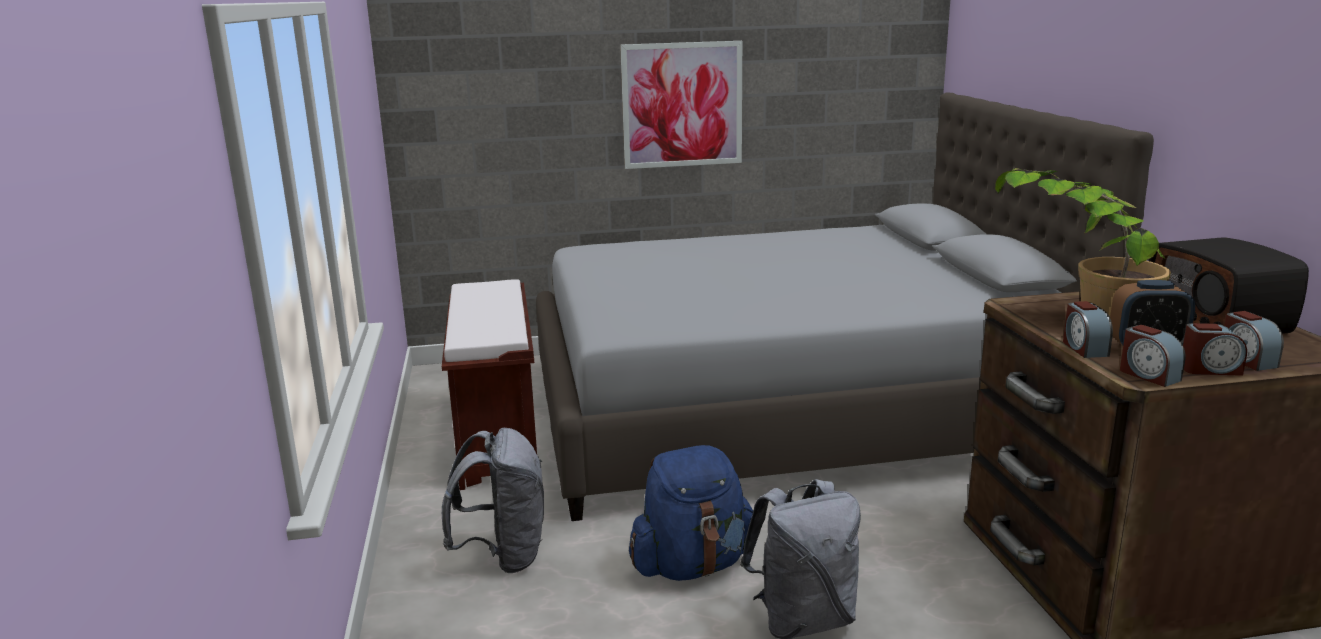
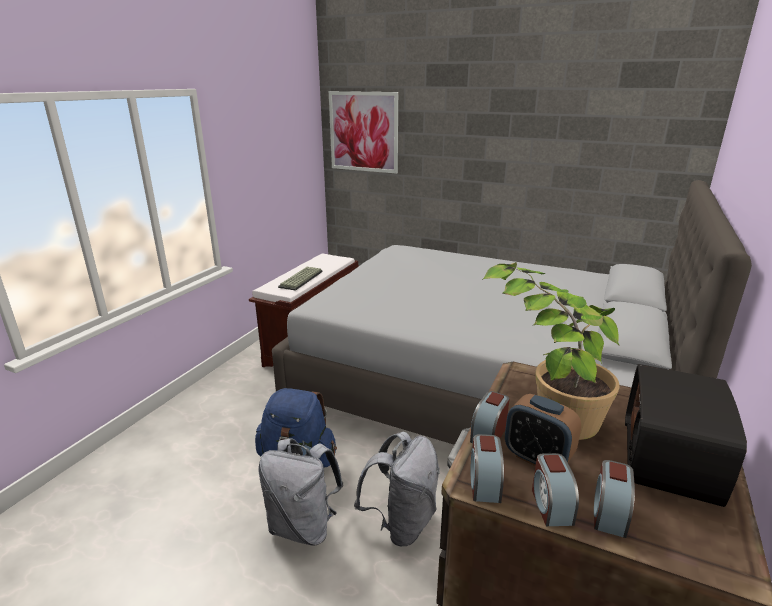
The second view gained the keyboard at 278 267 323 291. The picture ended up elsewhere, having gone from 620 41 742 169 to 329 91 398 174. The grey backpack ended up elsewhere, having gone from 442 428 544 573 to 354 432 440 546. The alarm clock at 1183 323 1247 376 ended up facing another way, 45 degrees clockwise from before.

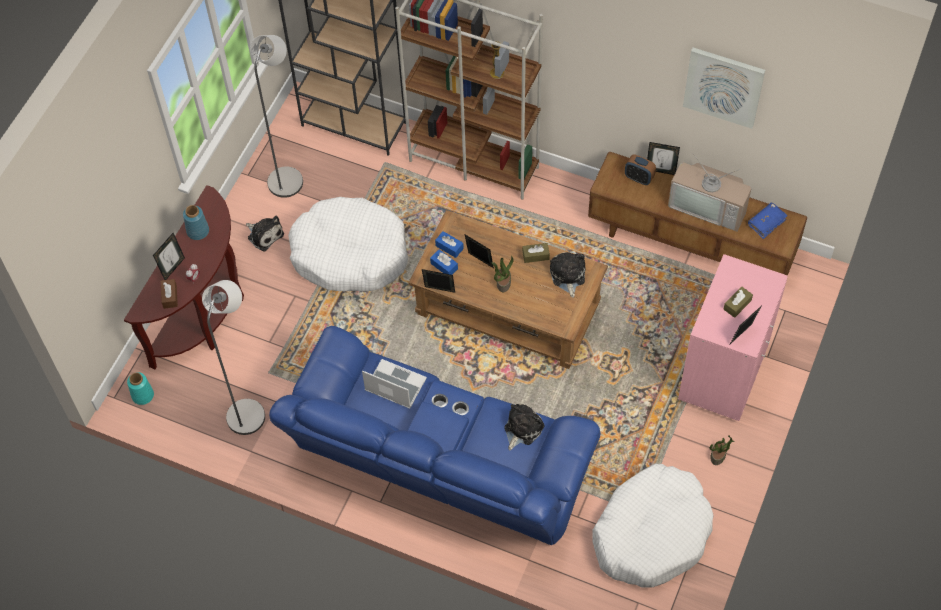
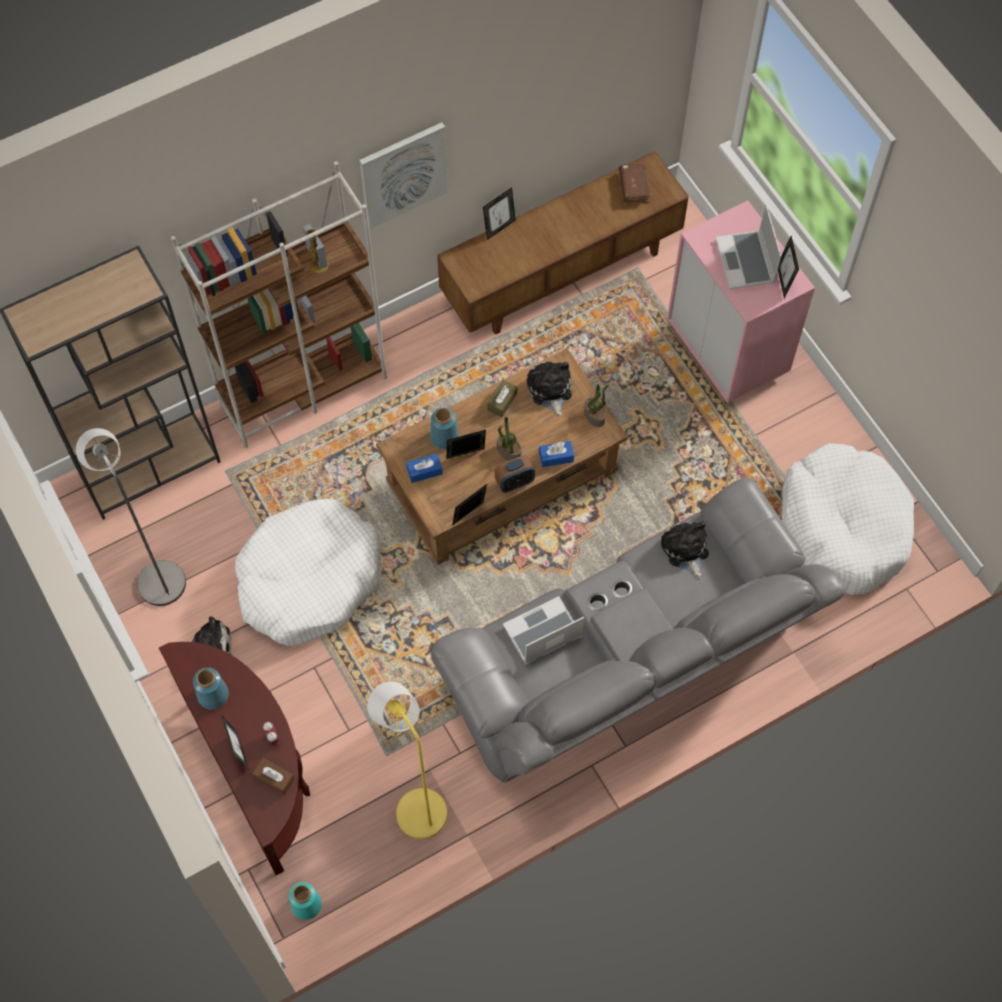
The picture ended up elsewhere, having gone from 683 47 765 129 to 359 122 448 229. What was the grey floor lamp at 202 280 265 435 turned into the yellow floor lamp at 367 681 448 839. The second view gained the blue vase at 430 408 459 449. What was the blue sofa at 269 326 600 545 turned into the grey sofa at 431 478 846 783. The alarm clock ended up elsewhere, having gone from 625 154 656 185 to 495 455 535 493. The plush toy at 550 252 586 298 ended up facing another way, 45 degrees clockwise from before. The blue tissue box ended up elsewhere, having gone from 430 249 458 275 to 539 441 574 467. The potted plant ended up elsewhere, having gone from 710 435 735 465 to 584 385 609 427. What was the blue book at 748 202 788 239 turned into the brown book at 619 164 651 203. Where the brown tissue box stood at 723 286 753 318, the laptop came to stand at 716 204 781 289. The second view lost the television at 668 155 751 232.

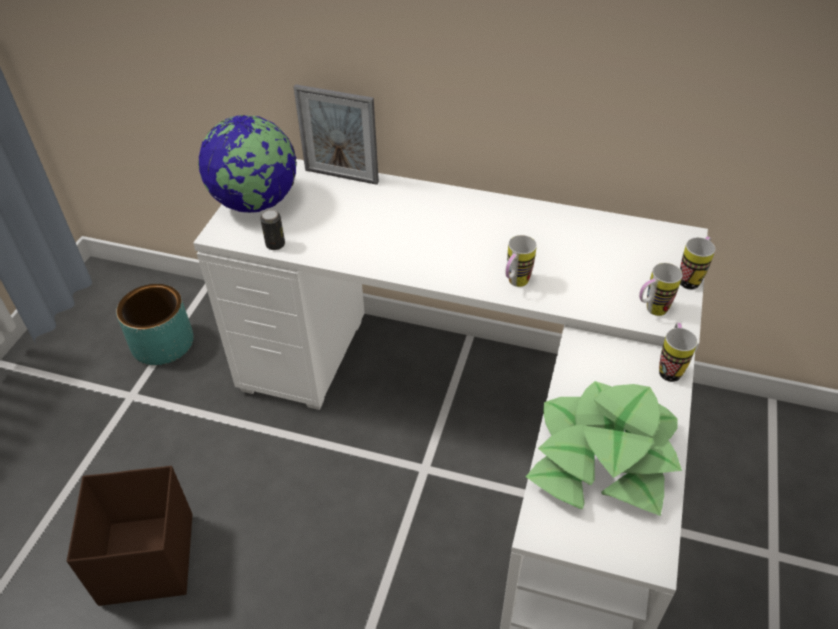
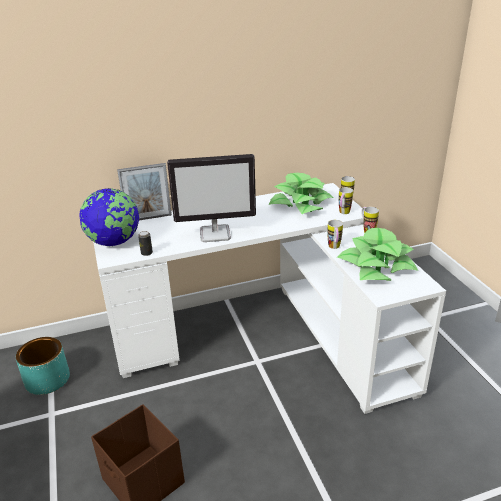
The second view gained the monitor at 167 154 256 242. The second view gained the potted plant at 269 173 334 214. The mug ended up elsewhere, having gone from 505 235 537 287 to 327 220 343 249.

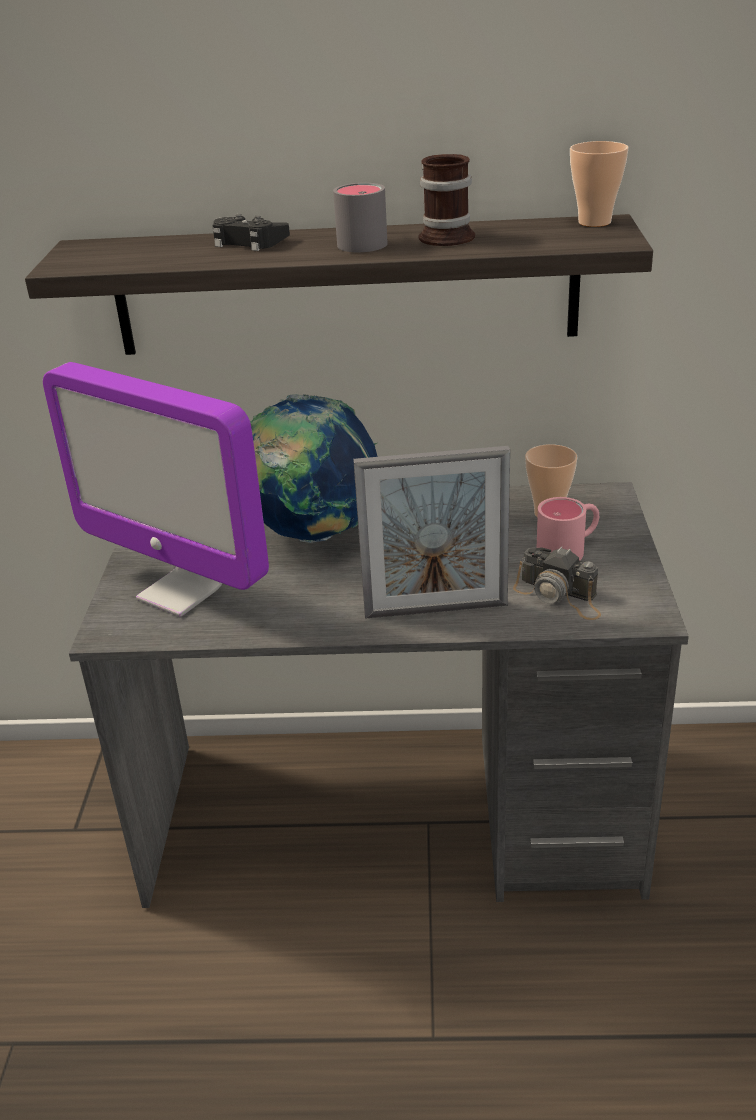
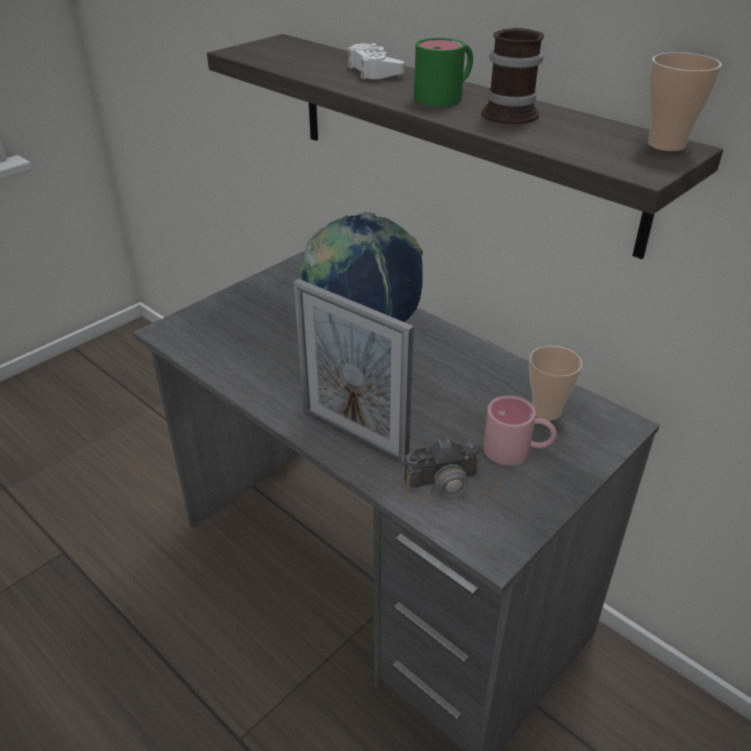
What was the black game controller at 212 214 290 251 turned into the white game controller at 347 43 404 79. The photo camera at 513 546 601 620 ended up facing another way, 90 degrees counterclockwise from before. What was the grey mug at 333 183 388 252 turned into the green mug at 414 38 473 107. The second view lost the monitor at 43 362 269 617.

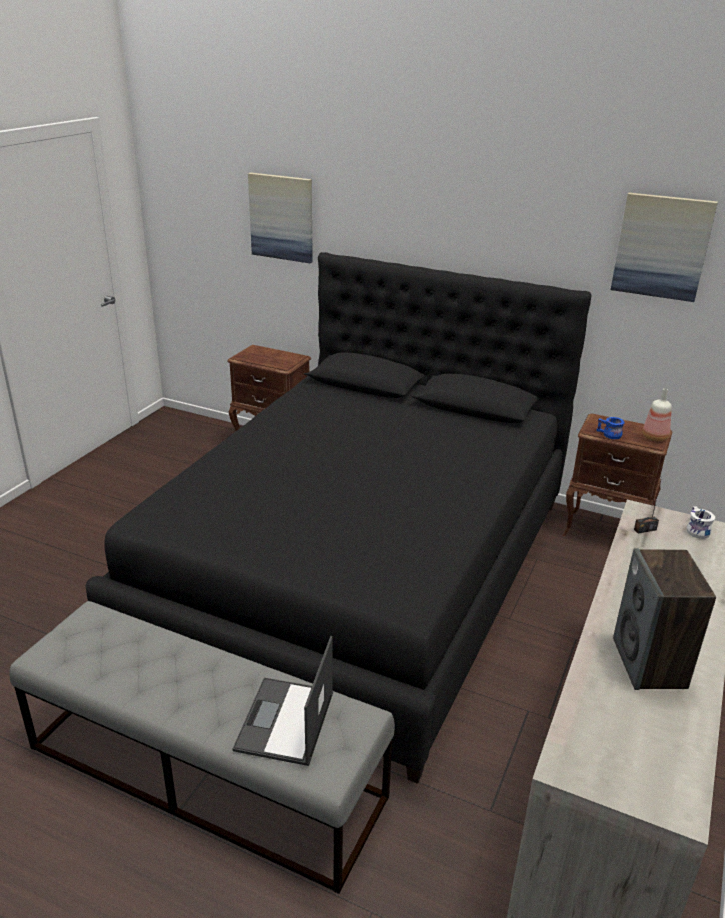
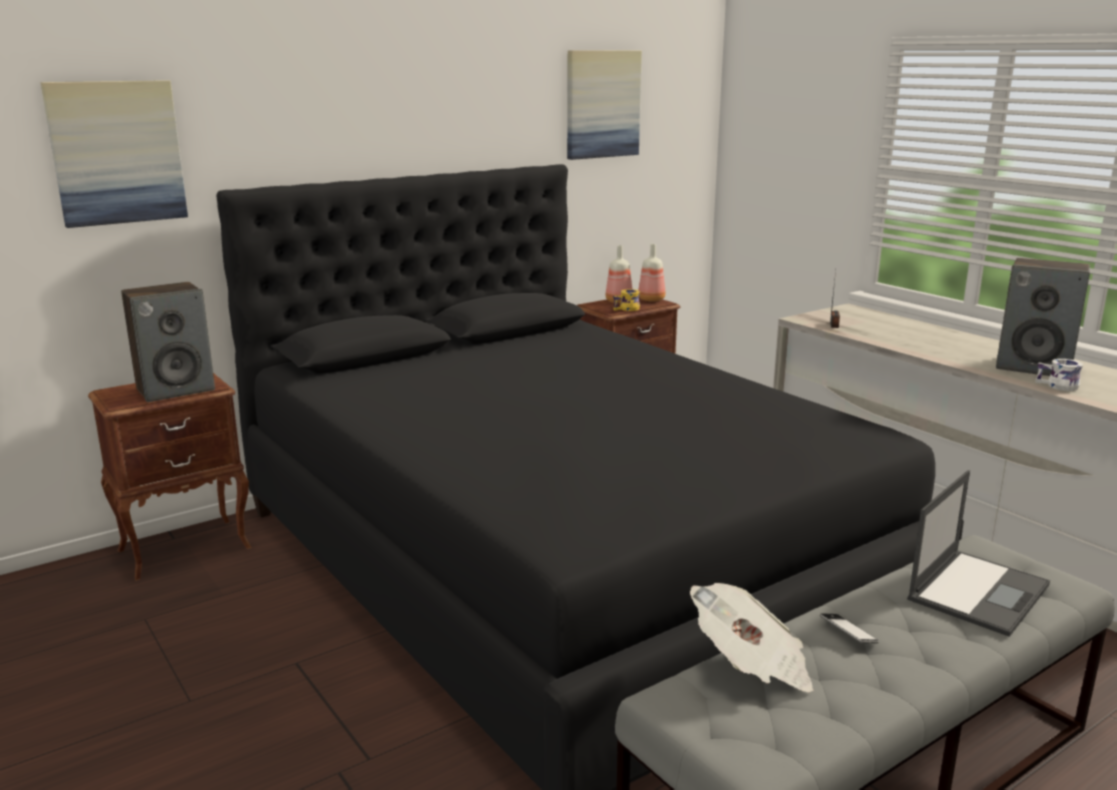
The second view gained the speaker at 121 282 215 402. The second view gained the bottle at 605 245 633 303. What was the blue mug at 596 417 625 439 turned into the yellow mug at 613 289 640 311. The second view gained the newspaper at 690 583 814 692. The second view gained the phone at 820 613 879 643. The laptop at 232 636 333 766 ended up facing another way, 90 degrees counterclockwise from before. The white mug ended up elsewhere, having gone from 687 506 715 539 to 1035 359 1083 391.

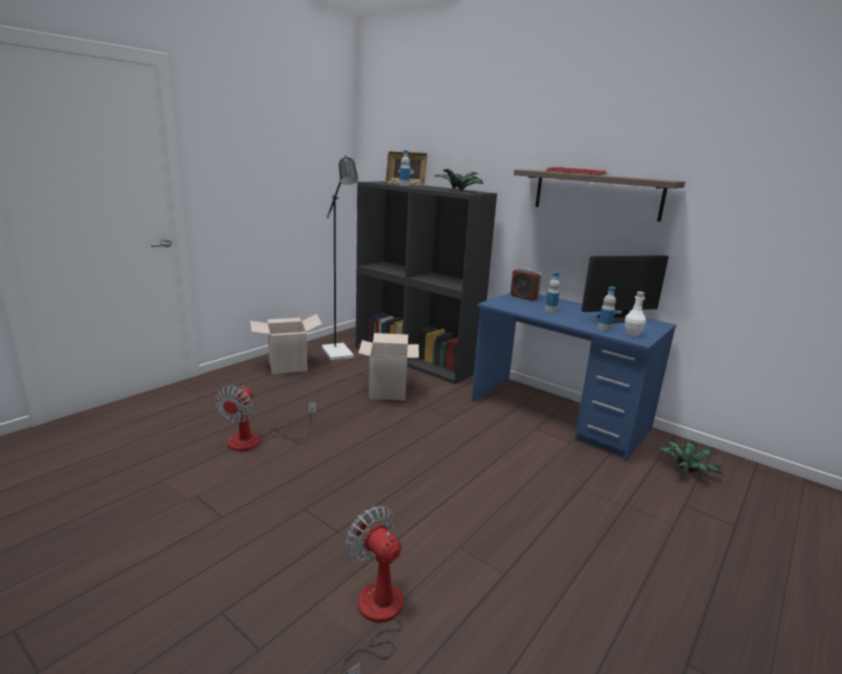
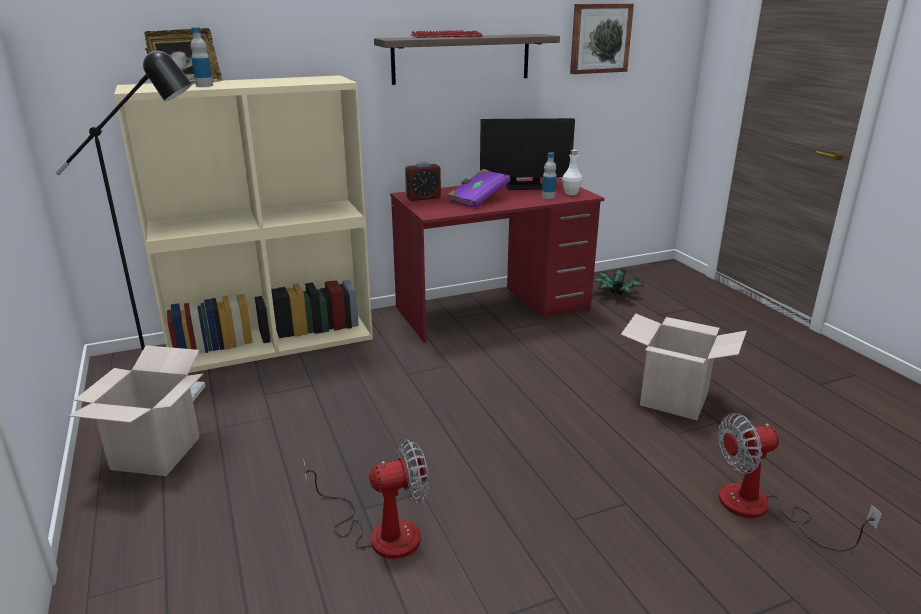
What was the black bookcase at 356 181 497 384 turned into the beige bookcase at 114 75 373 373. The fan at 215 385 316 451 ended up facing another way, 60 degrees counterclockwise from before. What was the blue desk at 471 293 676 461 turned into the red desk at 390 177 604 343. Where the bottle stood at 545 272 560 312, the purple book came to stand at 448 169 511 207. The monitor at 581 255 669 323 ended up facing another way, 75 degrees clockwise from before. The second view gained the picture at 570 4 634 74. The cardboard box ended up elsewhere, having gone from 359 333 419 401 to 621 314 747 420. The second view lost the potted plant at 434 169 484 191.

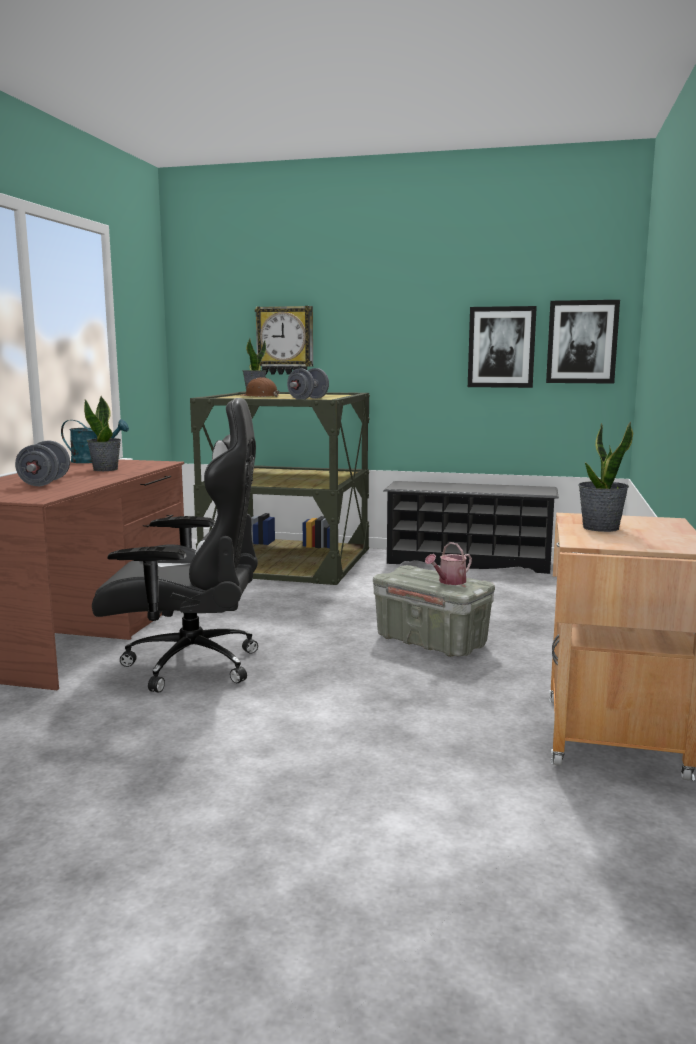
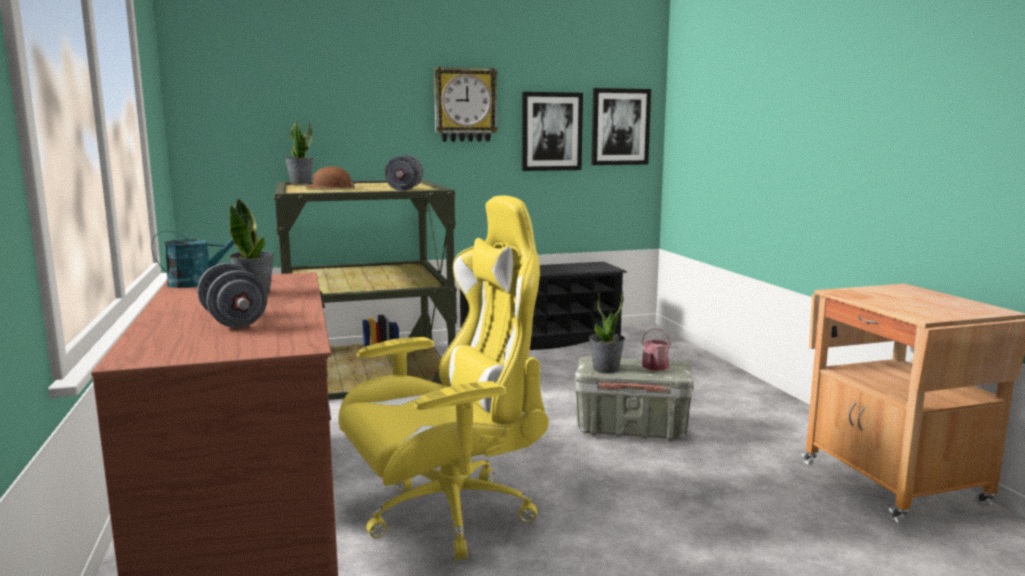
What was the black office chair at 92 398 258 692 turned into the yellow office chair at 338 195 549 561. The wall clock ended up elsewhere, having gone from 255 306 313 375 to 434 67 498 142. The potted plant ended up elsewhere, having gone from 578 421 633 532 to 589 291 625 373.

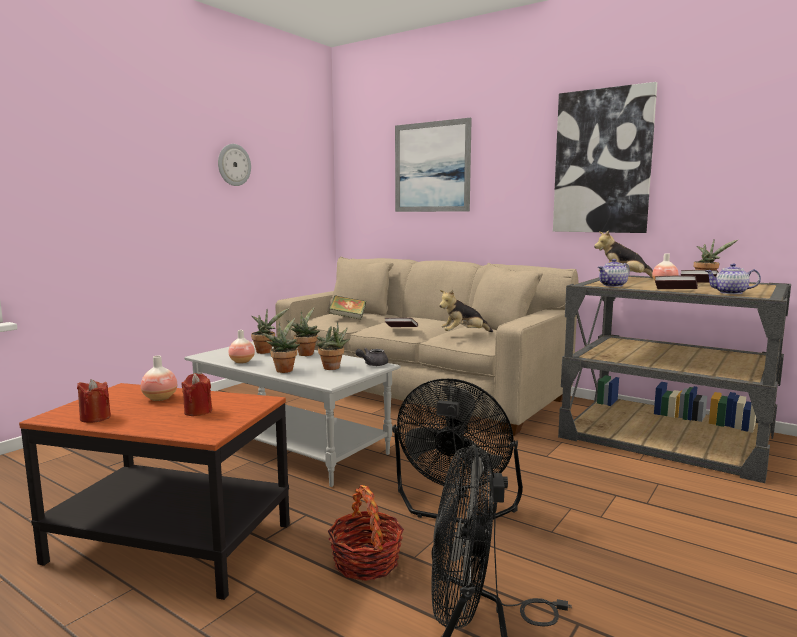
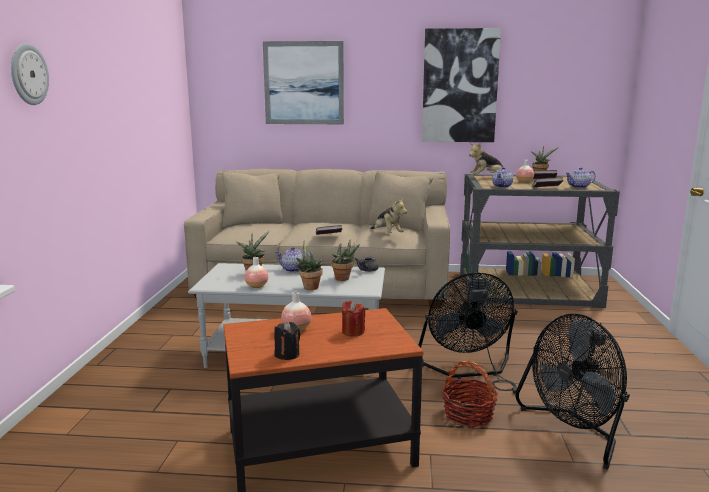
The wall clock ended up elsewhere, having gone from 218 144 251 186 to 11 43 49 105. What was the red candle at 77 379 111 423 turned into the black candle at 274 322 301 360. Where the potted plant stood at 286 308 320 356, the teapot came to stand at 275 247 311 272. The plush toy at 439 290 493 332 ended up facing another way, 75 degrees counterclockwise from before. The second view lost the book at 329 295 366 320.

